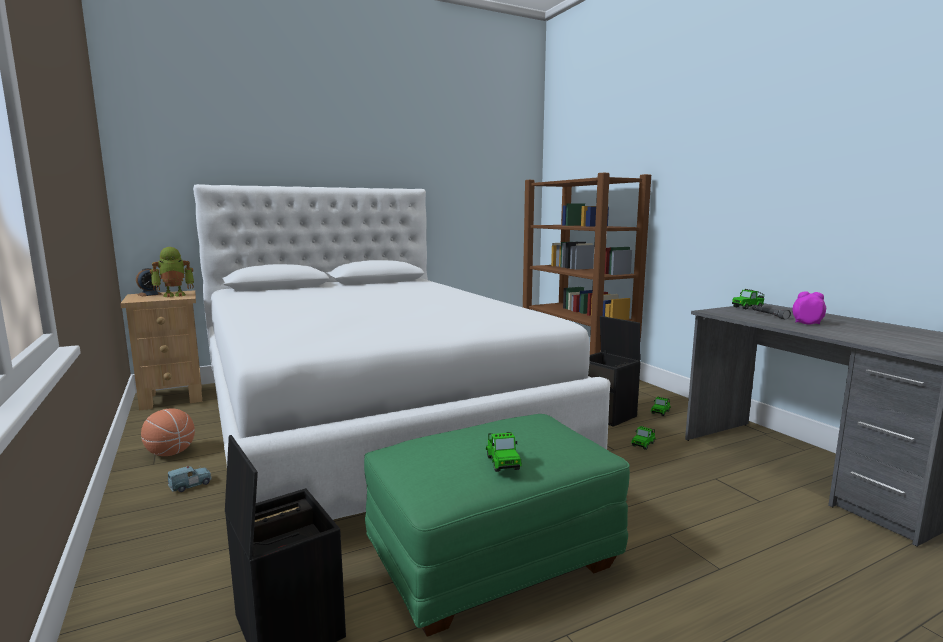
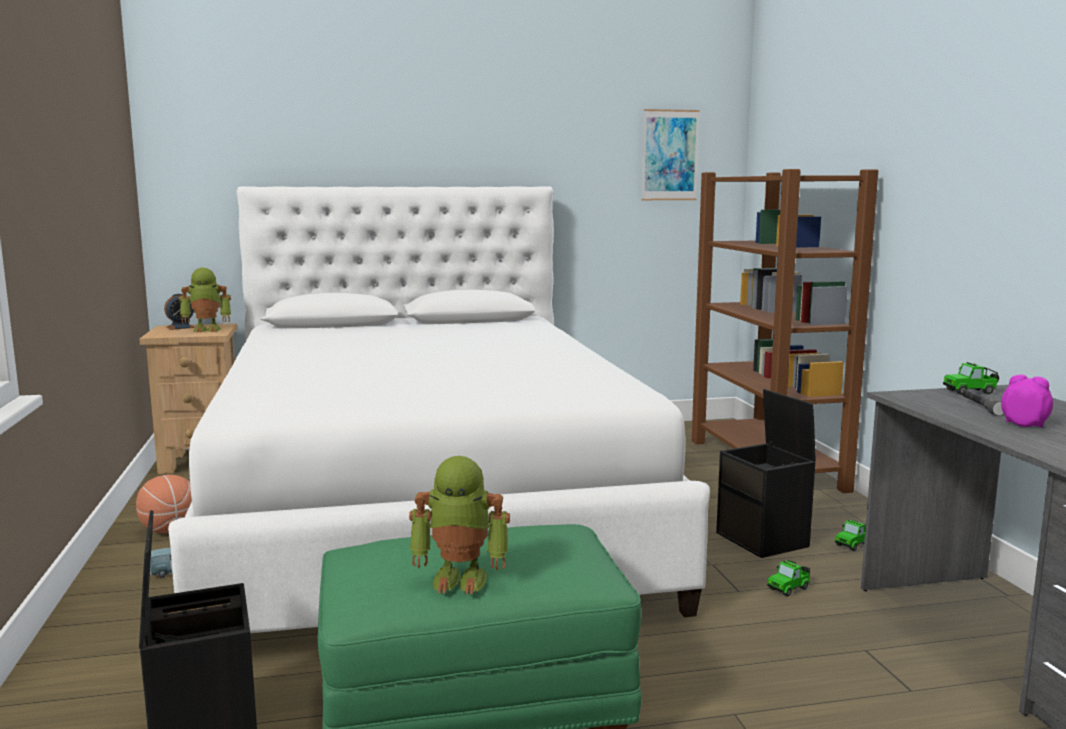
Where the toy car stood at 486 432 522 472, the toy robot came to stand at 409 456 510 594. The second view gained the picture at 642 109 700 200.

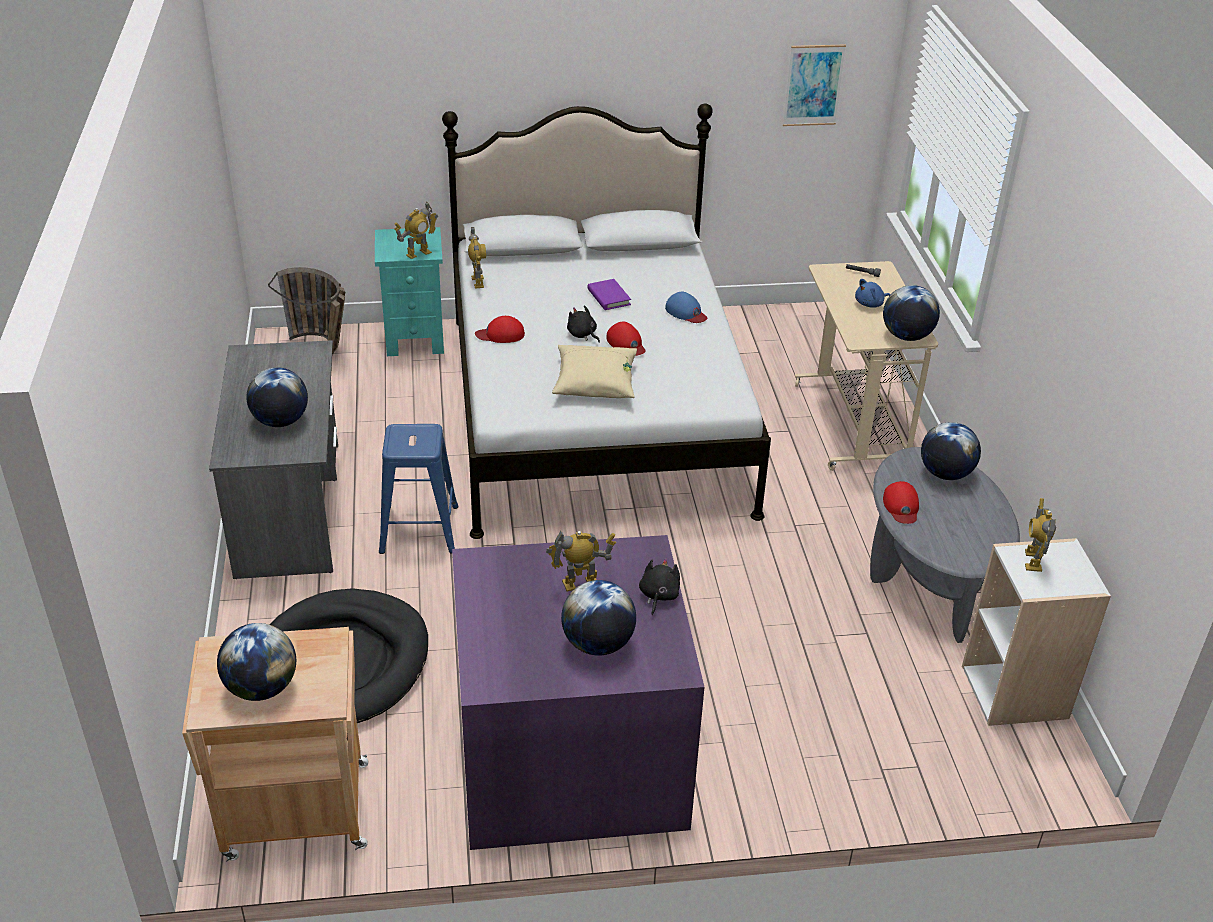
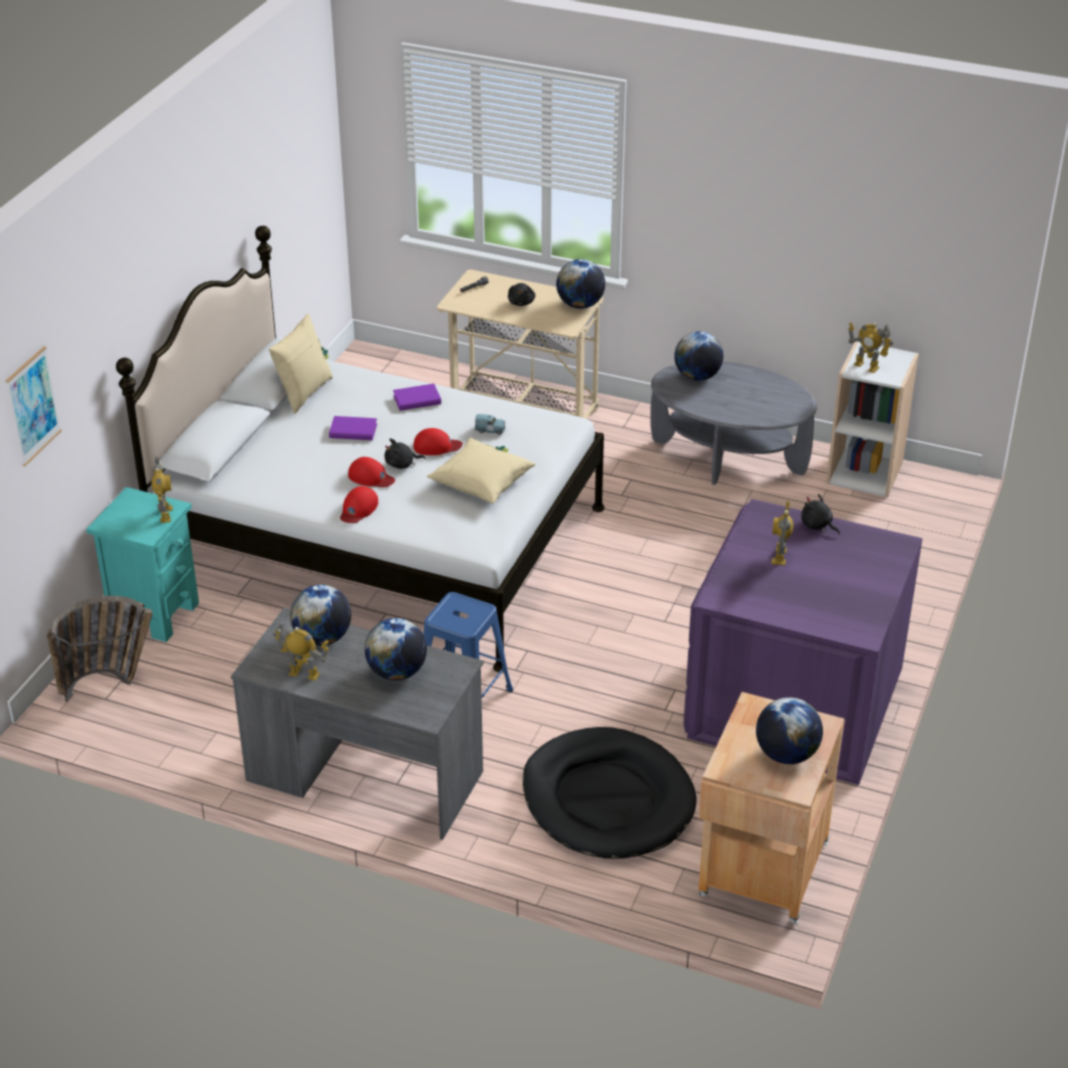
The picture ended up elsewhere, having gone from 783 44 846 126 to 5 346 62 466. The second view gained the beige pillow at 269 313 333 414. The toy robot ended up elsewhere, having gone from 468 227 486 289 to 273 621 329 680. The globe ended up elsewhere, having gone from 561 580 636 656 to 290 585 351 646. The red cap ended up elsewhere, having gone from 883 481 919 524 to 348 457 395 487. Where the blue cap stood at 665 292 707 323, the purple book came to stand at 393 384 441 411. The second view gained the blue toy car at 475 414 506 435. What was the blue plush toy at 855 279 890 308 turned into the black plush toy at 508 283 536 306.

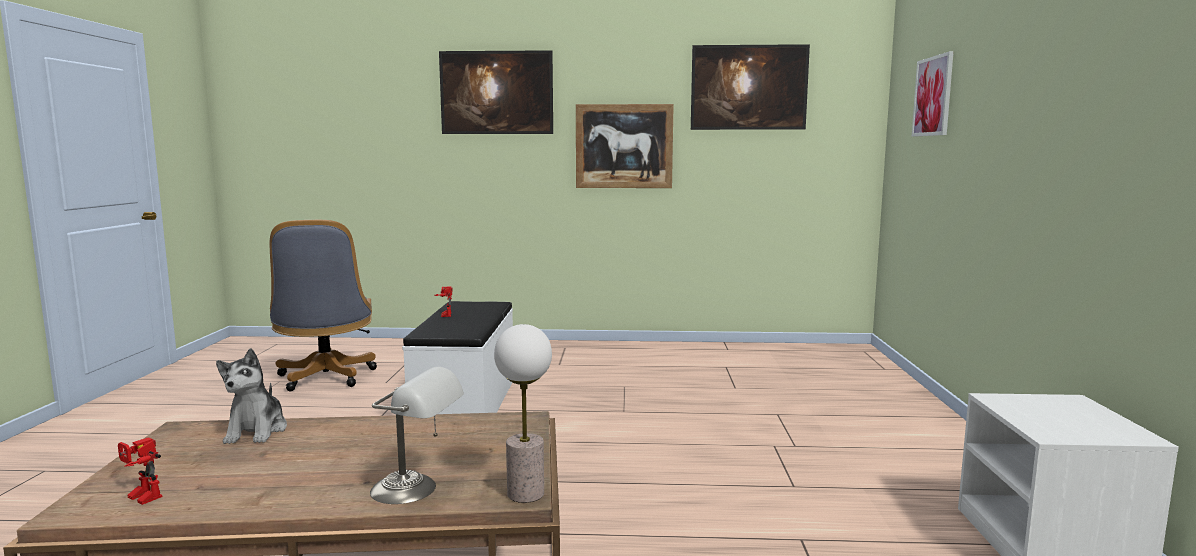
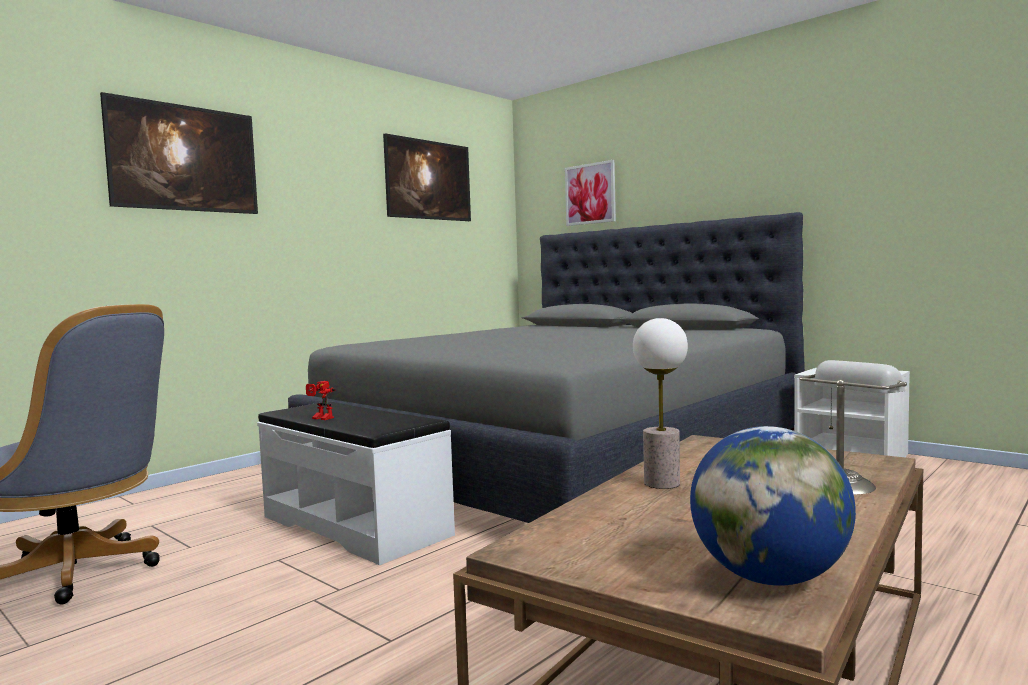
The second view gained the grey bed at 288 212 805 523. The table lamp ended up elsewhere, having gone from 494 324 552 503 to 633 318 688 489. Where the toy robot stood at 118 437 162 505, the globe came to stand at 690 426 856 586. The second view lost the plush toy at 216 348 287 444. The second view lost the picture at 576 104 674 188.

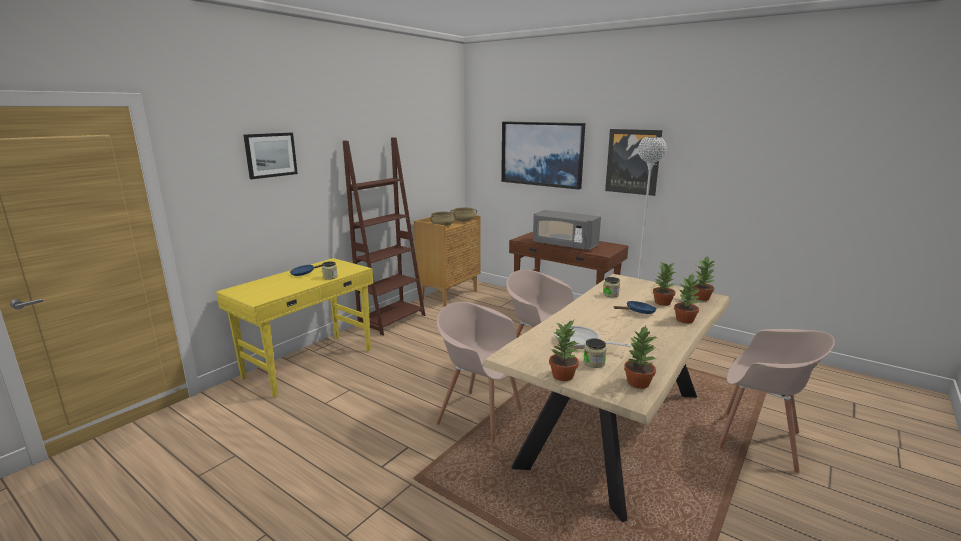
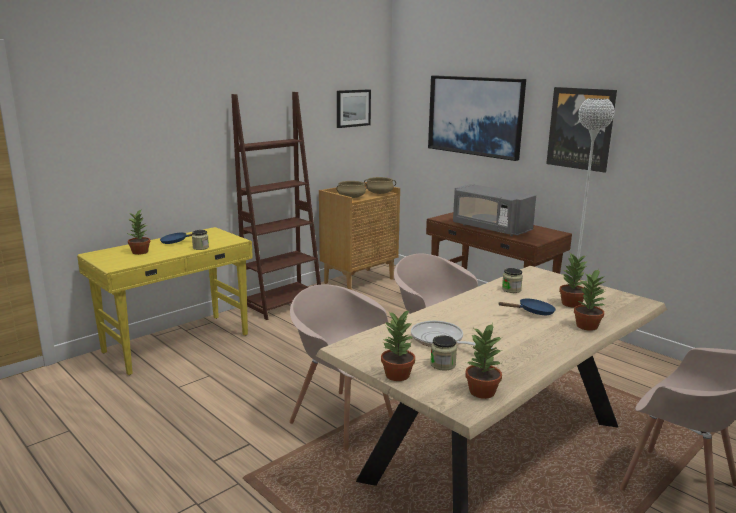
The potted plant ended up elsewhere, having gone from 692 256 716 301 to 128 210 150 255. The picture ended up elsewhere, having gone from 243 133 298 179 to 337 89 371 128.

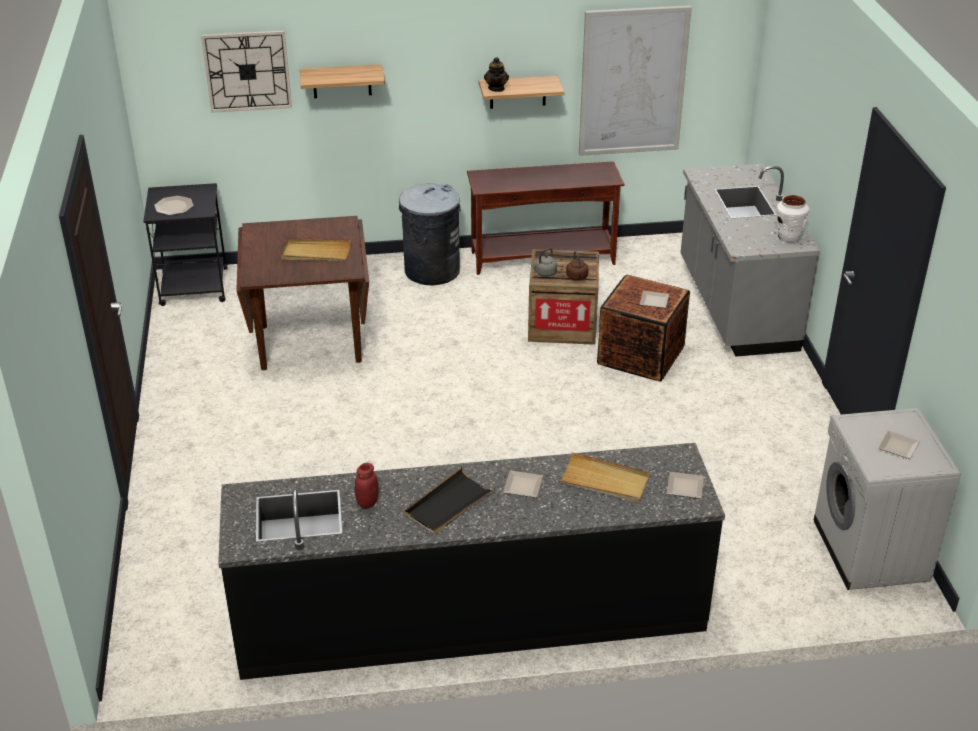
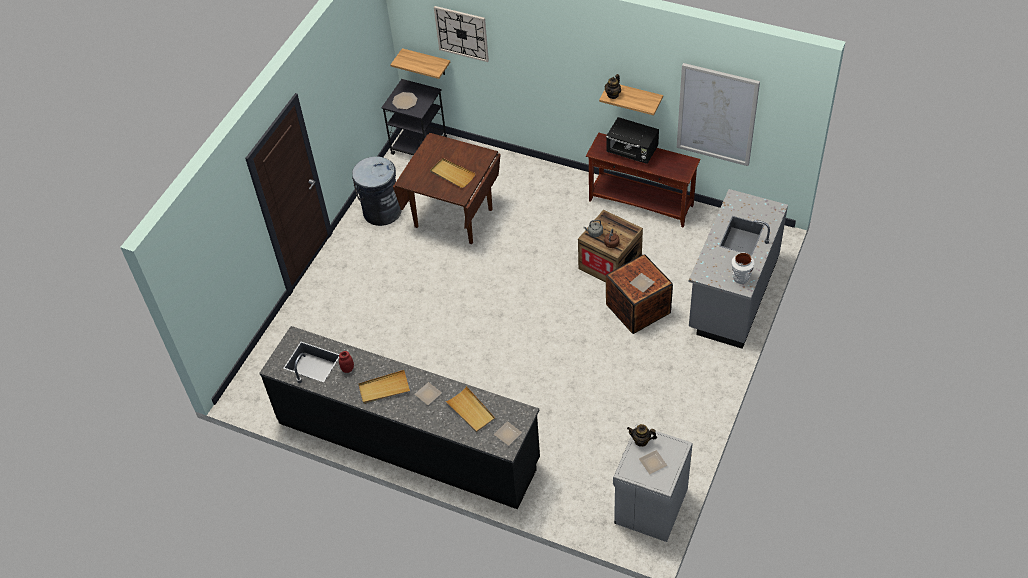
The grey trash can ended up elsewhere, having gone from 399 184 460 286 to 352 156 401 226. What was the black tray at 404 468 495 534 turned into the beige tray at 358 370 410 404. The shelf ended up elsewhere, having gone from 300 64 385 98 to 390 48 450 79. The second view gained the black microwave at 606 117 659 164. The second view gained the teapot at 627 424 657 447.

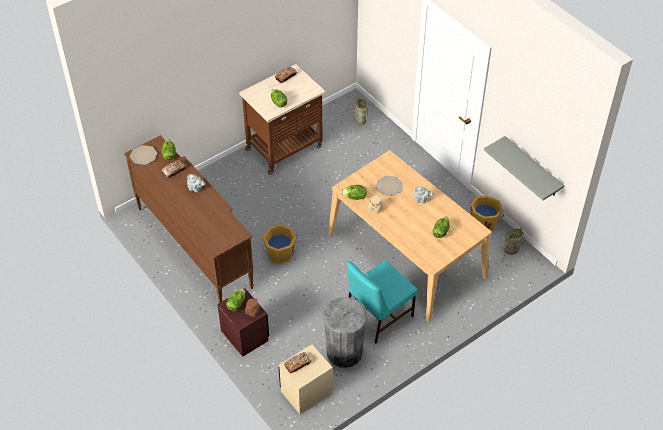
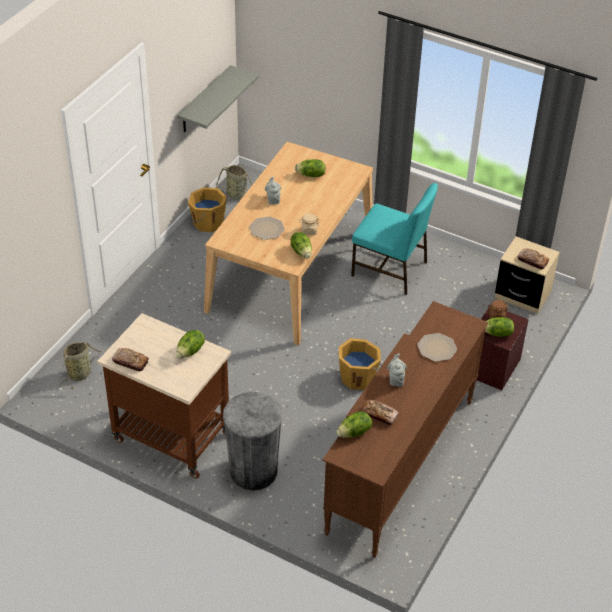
The grey trash can ended up elsewhere, having gone from 323 297 367 368 to 223 392 283 490. The plate ended up elsewhere, having gone from 130 145 157 165 to 417 333 457 362.

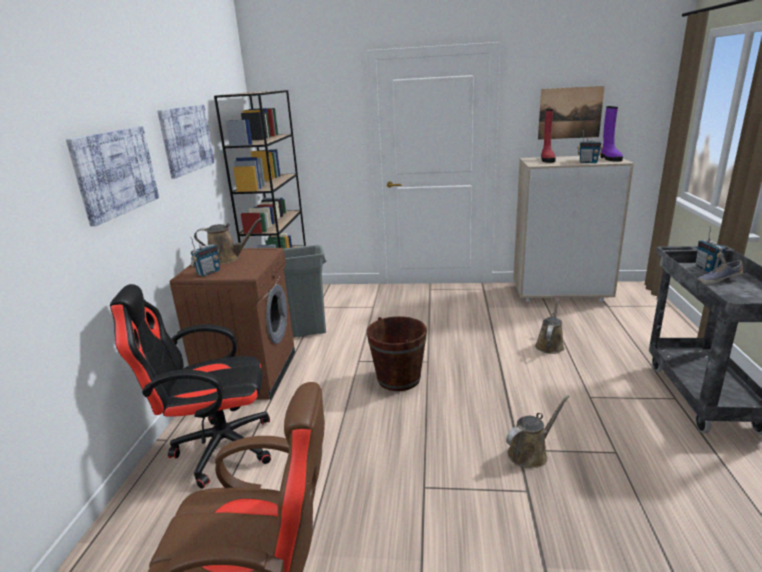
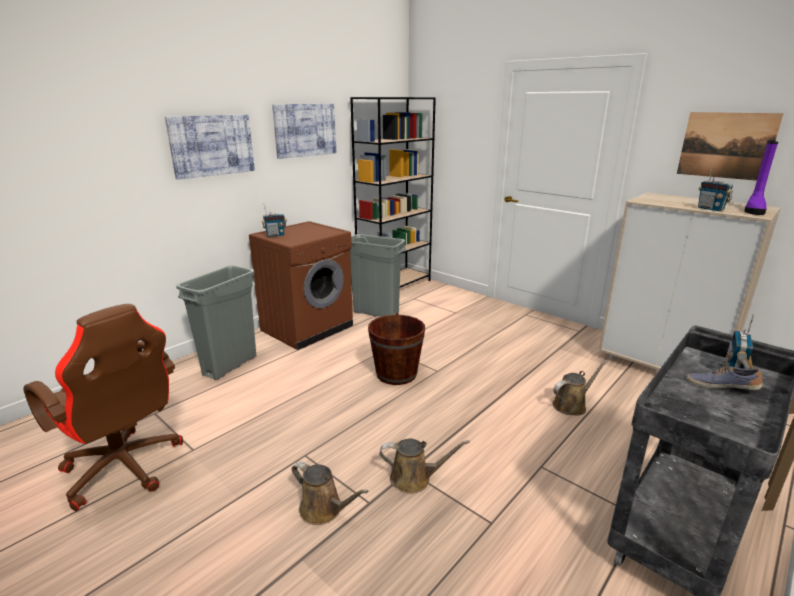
Where the black office chair stood at 110 284 271 489, the grey trash can came to stand at 176 265 256 380. The brown watering can ended up elsewhere, having gone from 194 218 262 264 to 292 461 369 525. The second view lost the red boot at 541 108 556 163.

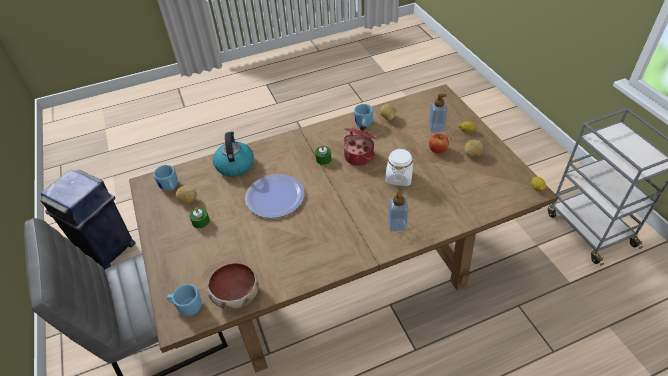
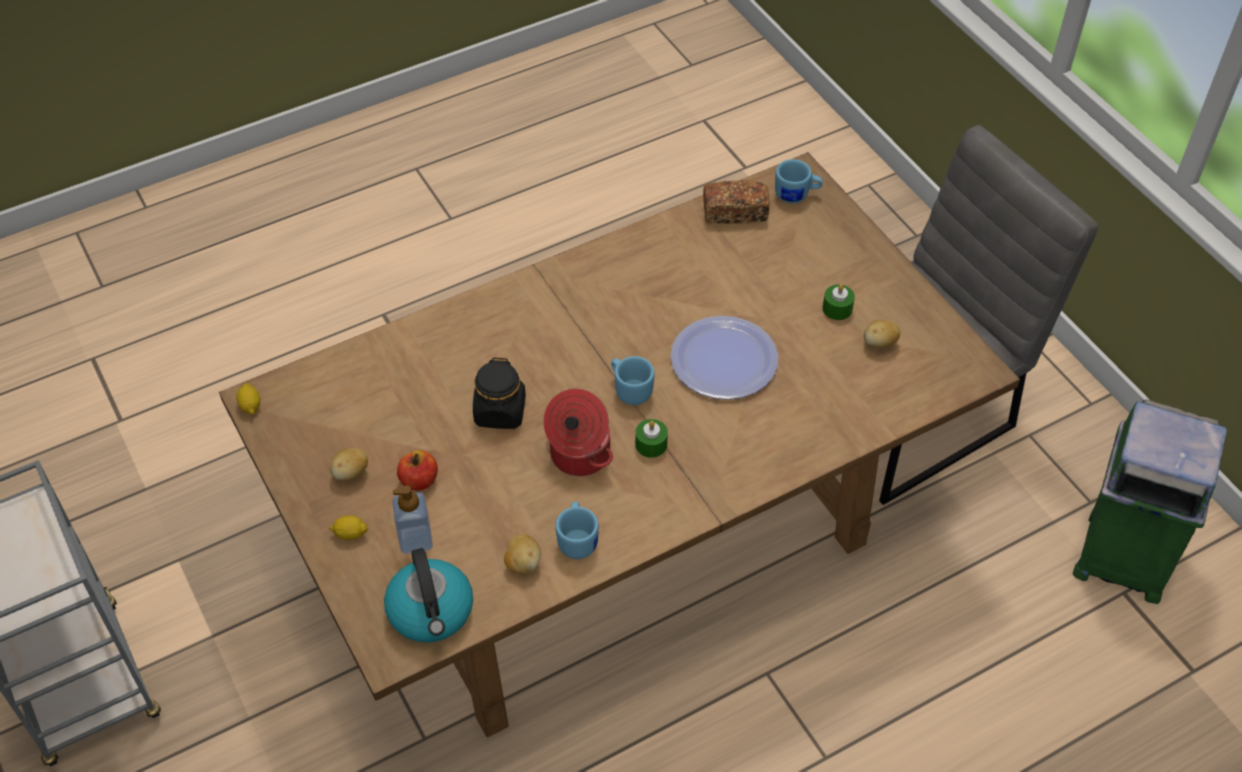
The kettle ended up elsewhere, having gone from 213 132 254 177 to 384 548 473 643. What was the white jar at 386 149 413 186 turned into the black jar at 473 357 526 429. The blue mug ended up elsewhere, having gone from 153 165 178 191 to 611 356 655 405. Where the bowl stood at 207 263 258 310, the bread came to stand at 703 180 770 224. What was the blue trash can at 40 170 135 270 turned into the green trash can at 1073 400 1227 604. The second view lost the soap dispenser at 388 191 409 232.

